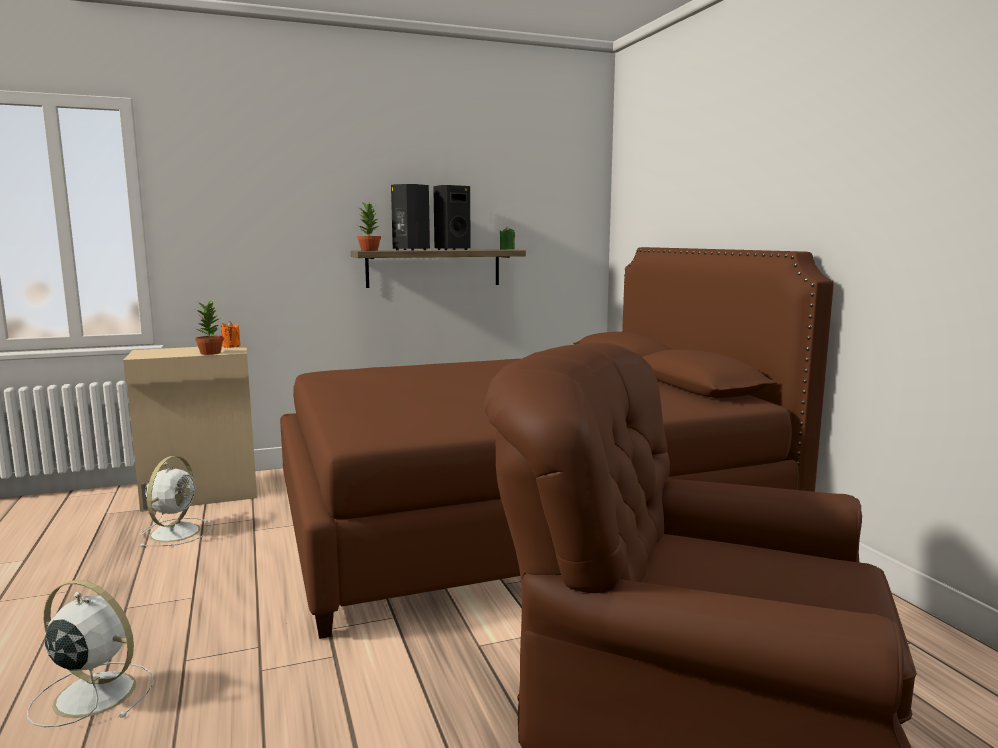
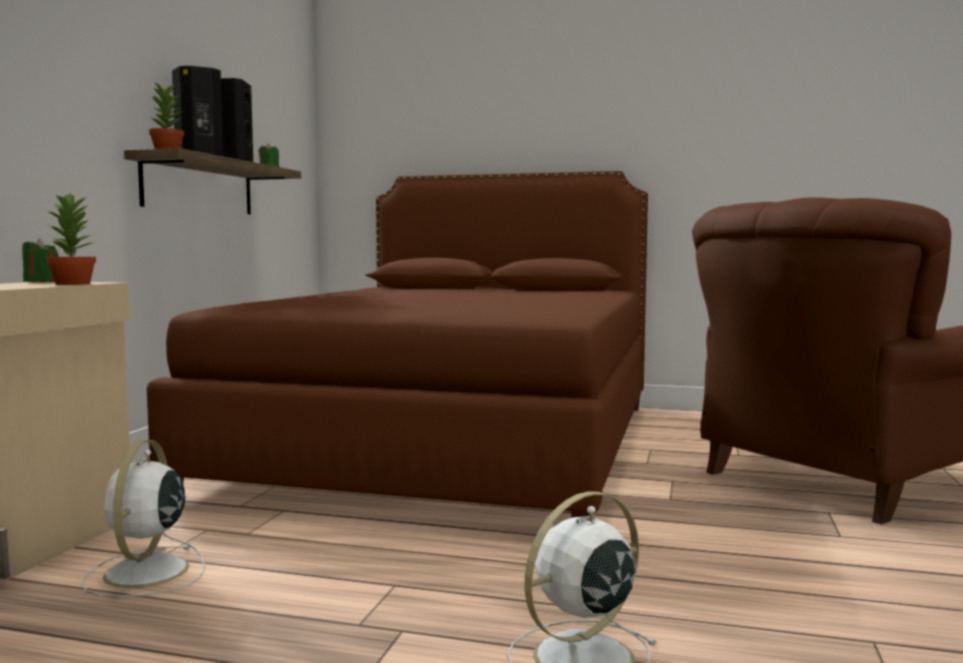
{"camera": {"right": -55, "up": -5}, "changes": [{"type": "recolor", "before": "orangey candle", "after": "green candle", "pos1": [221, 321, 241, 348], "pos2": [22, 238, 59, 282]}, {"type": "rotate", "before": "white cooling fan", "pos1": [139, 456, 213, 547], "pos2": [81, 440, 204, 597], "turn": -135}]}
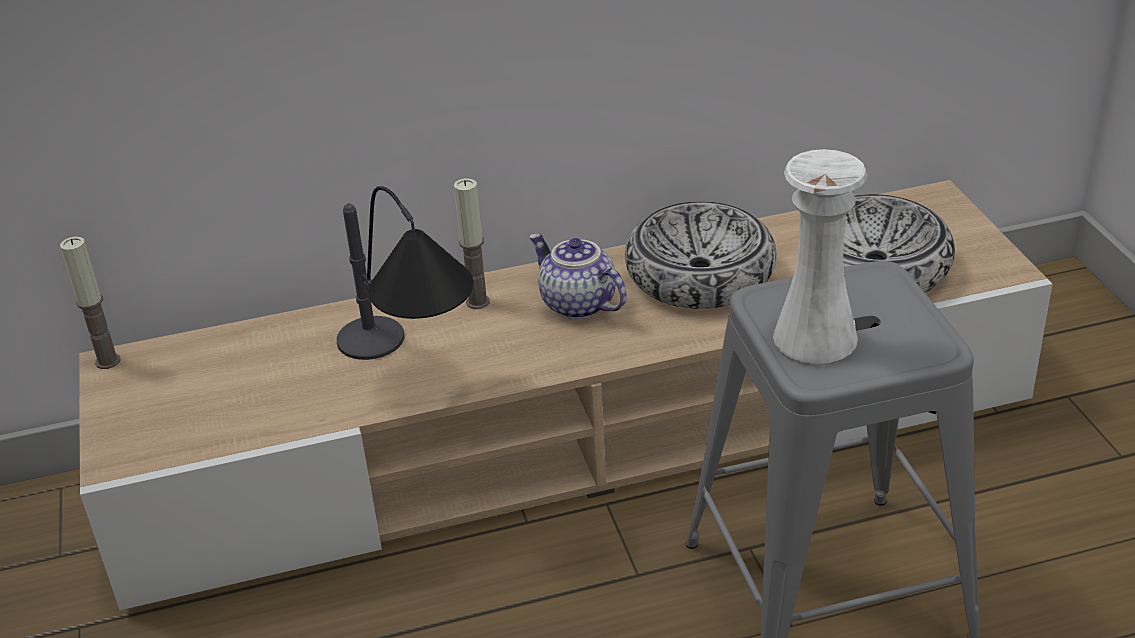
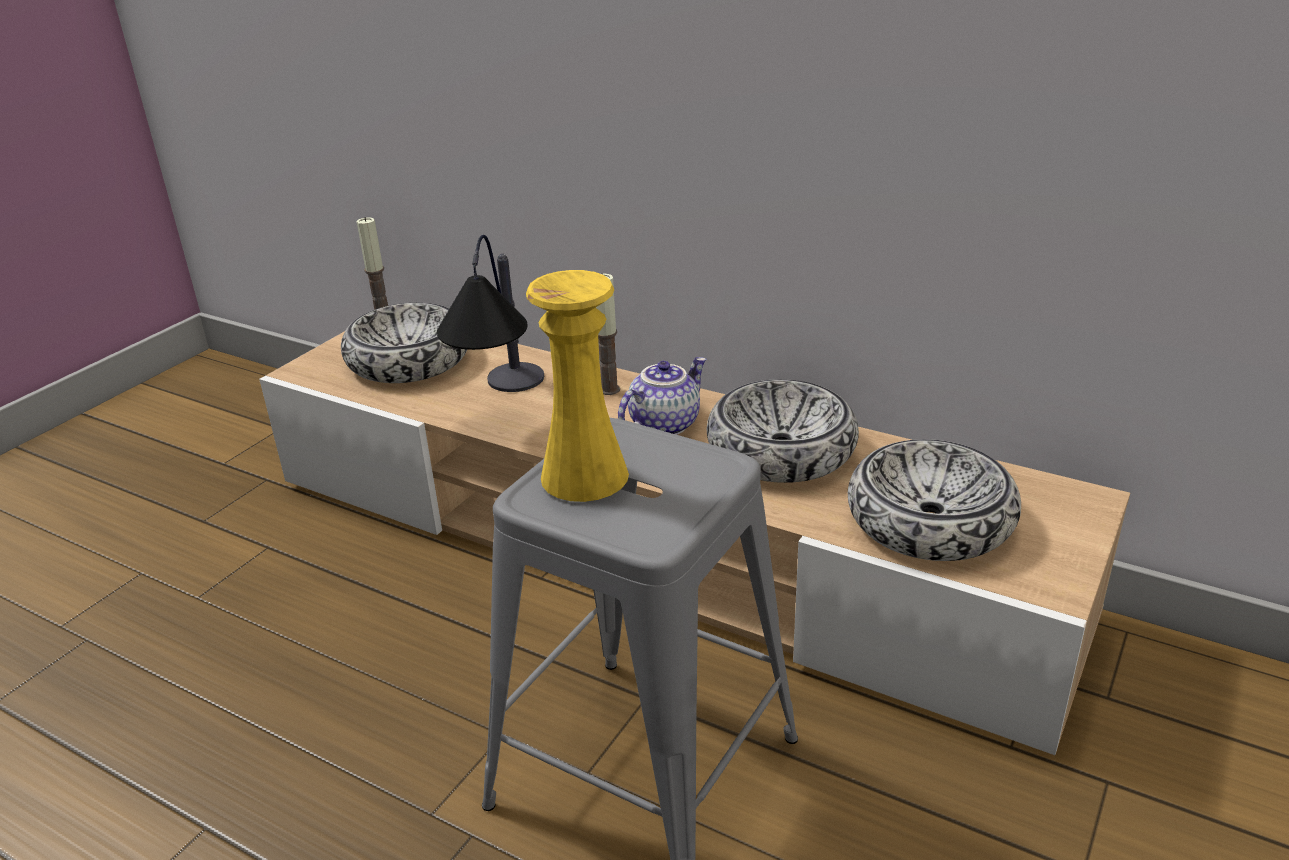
{"camera": {"right": 45, "up": -5}, "changes": [{"type": "insert", "after": "deep dish", "pos2": [341, 302, 467, 383]}, {"type": "recolor", "before": "white flower vase", "after": "yellow flower vase", "pos1": [773, 149, 867, 364], "pos2": [526, 270, 629, 502]}, {"type": "rotate", "before": "pot for tea", "pos1": [529, 233, 627, 319], "pos2": [618, 357, 707, 435], "turn": 45}]}
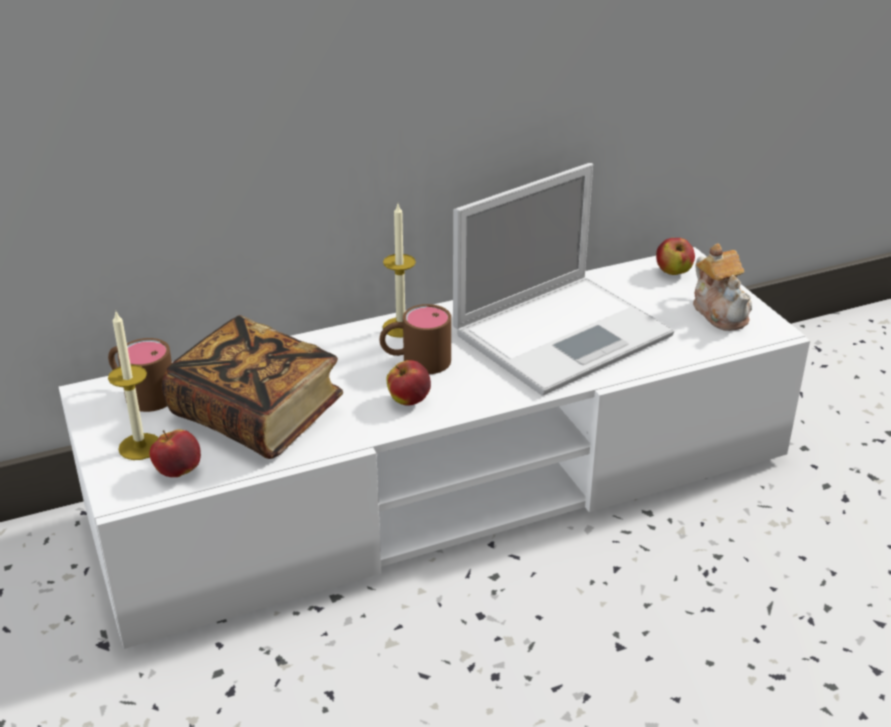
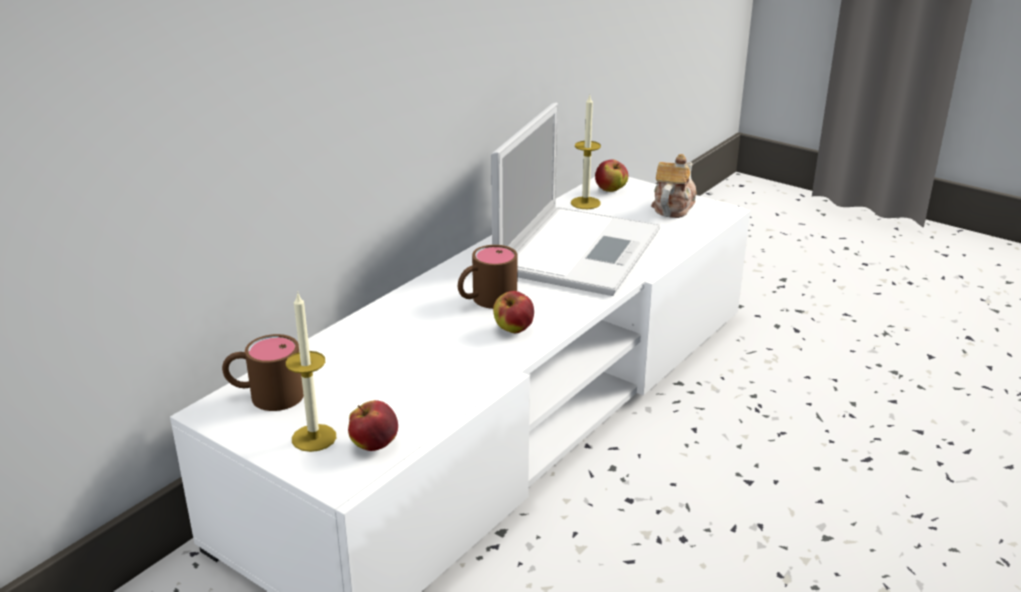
{"camera": {"right": -30, "up": -5}, "changes": [{"type": "move", "before": "candle", "pos1": [383, 204, 416, 338], "pos2": [571, 95, 601, 209]}, {"type": "rotate", "before": "pot for tea", "pos1": [693, 243, 752, 331], "pos2": [651, 154, 696, 218], "turn": -105}, {"type": "delete", "before": "bound book", "pos1": [162, 315, 343, 459]}]}
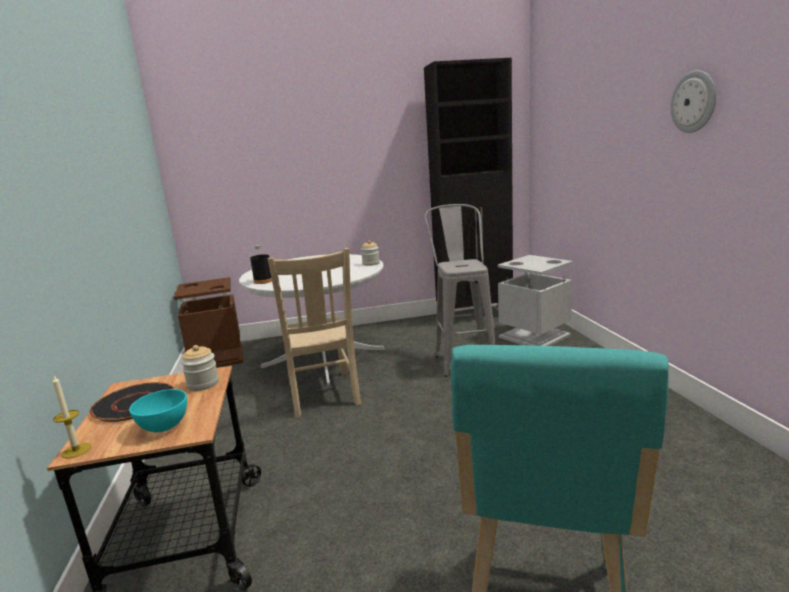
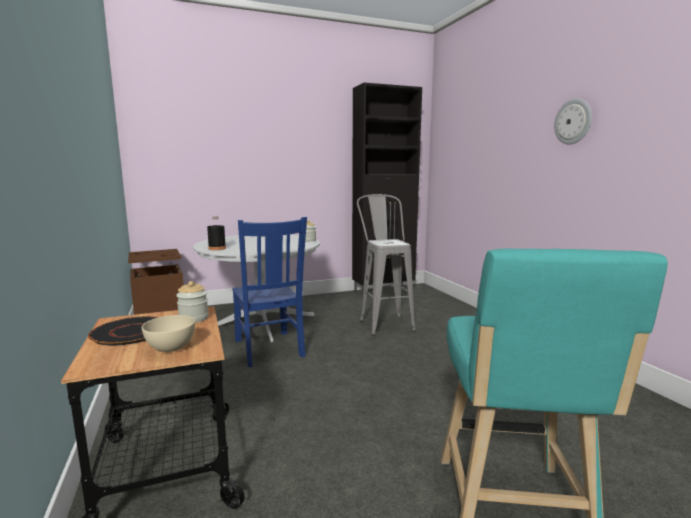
{"camera": {"right": -10, "up": -5}, "changes": [{"type": "recolor", "before": "blue-green deep dish", "after": "beige deep dish", "pos1": [129, 389, 187, 432], "pos2": [142, 315, 195, 352]}, {"type": "recolor", "before": "beige chair", "after": "blue-coloured chair", "pos1": [268, 248, 361, 418], "pos2": [232, 217, 307, 367]}, {"type": "delete", "before": "candle", "pos1": [52, 376, 91, 459]}, {"type": "delete", "before": "grey trash can", "pos1": [498, 255, 573, 346]}]}
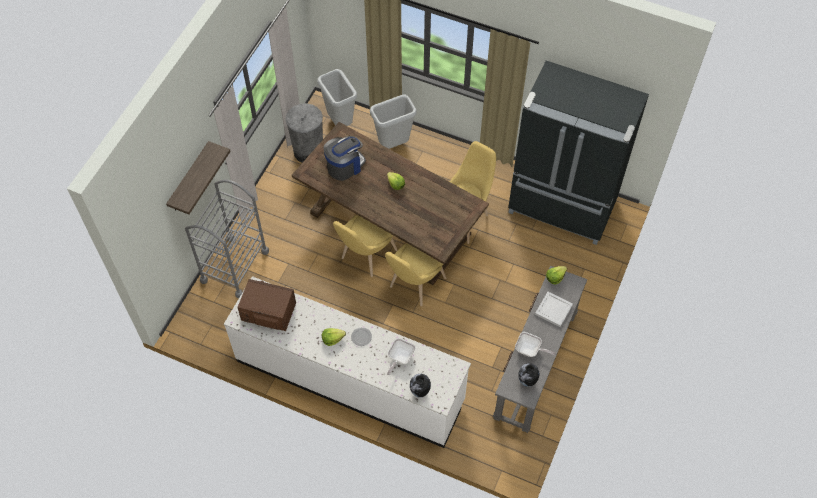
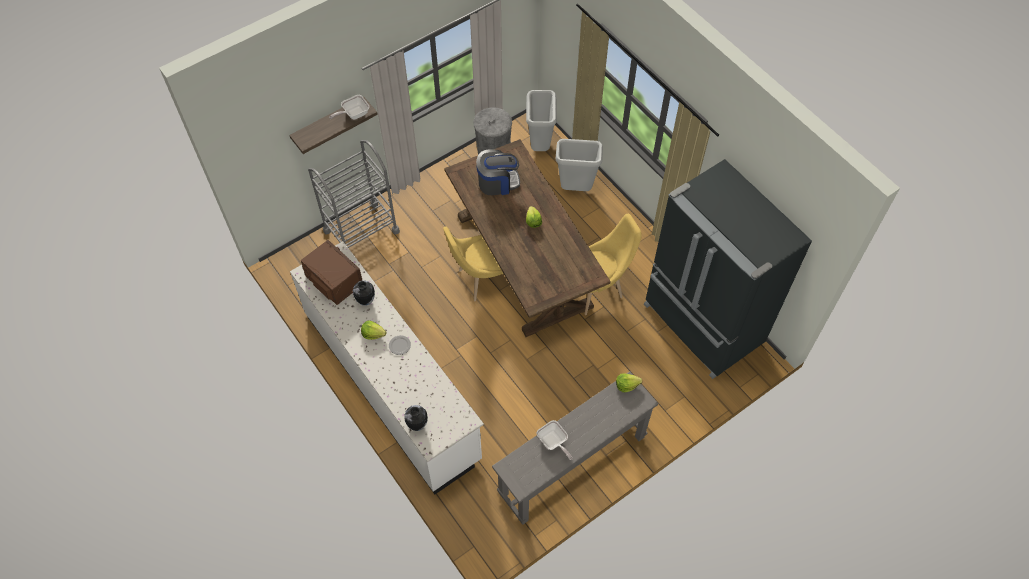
{"camera": {"right": 30, "up": 0}, "changes": [{"type": "move", "before": "frying pan", "pos1": [387, 338, 416, 375], "pos2": [329, 95, 369, 119]}, {"type": "move", "before": "flower vase", "pos1": [518, 363, 539, 387], "pos2": [353, 281, 375, 306]}, {"type": "delete", "before": "yellow chair", "pos1": [385, 243, 446, 306]}, {"type": "delete", "before": "white carrying tray", "pos1": [535, 292, 573, 327]}]}
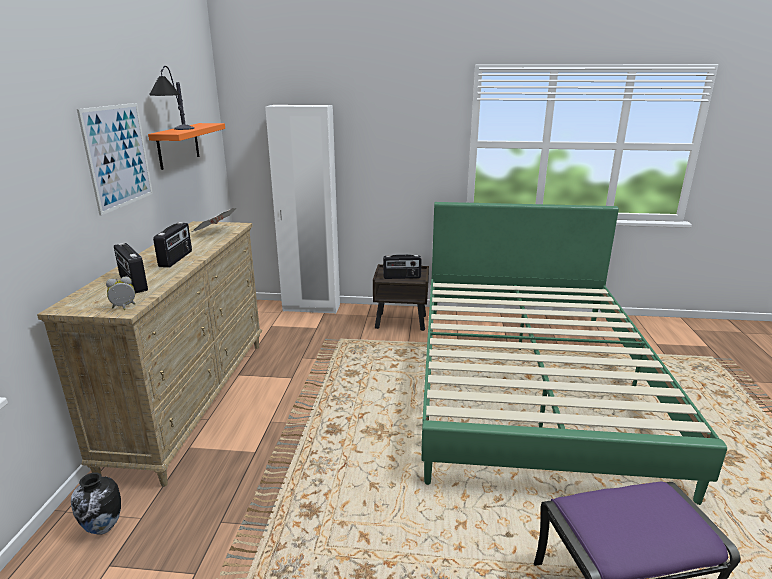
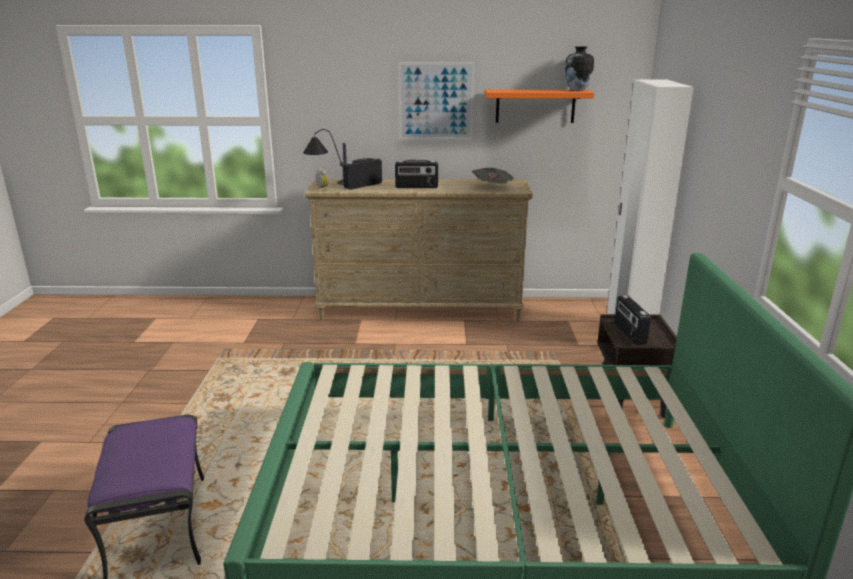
{"camera": {"right": 85, "up": 0}, "changes": [{"type": "move", "before": "lamp for a table", "pos1": [149, 66, 194, 130], "pos2": [303, 129, 347, 185]}, {"type": "move", "before": "flower vase", "pos1": [71, 472, 121, 535], "pos2": [565, 46, 594, 91]}]}
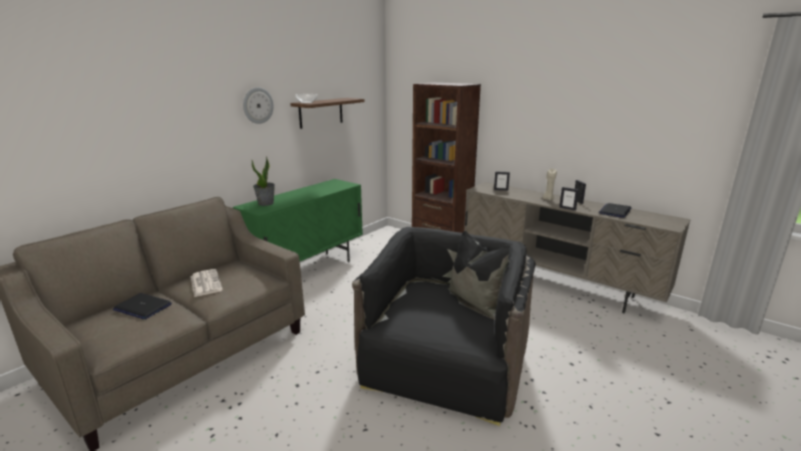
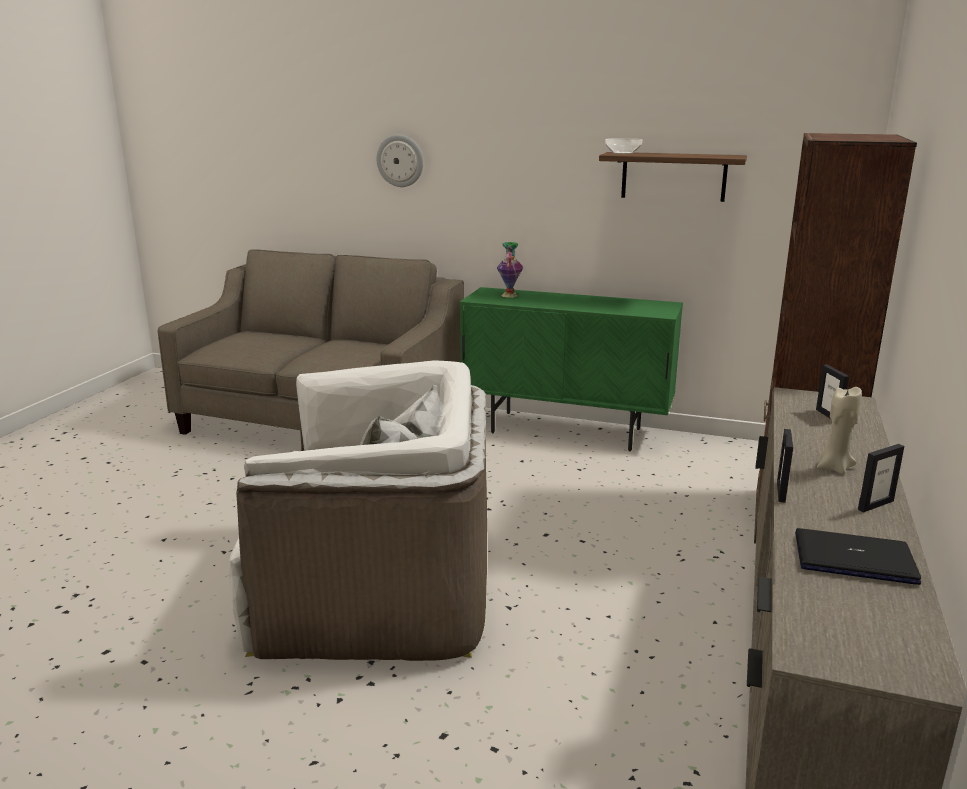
{"camera": {"right": 70, "up": 0}, "changes": [{"type": "recolor", "before": "blackish armchair", "after": "white armchair", "pos1": [352, 227, 536, 426], "pos2": [229, 360, 487, 661]}, {"type": "move", "before": "clock on the wall", "pos1": [243, 87, 274, 124], "pos2": [377, 135, 423, 187]}, {"type": "replace", "before": "plant in a pot", "after": "flower vase", "pos1": [251, 157, 275, 206], "pos2": [497, 242, 523, 298]}, {"type": "delete", "before": "portable computer", "pos1": [113, 293, 172, 319]}, {"type": "delete", "before": "printed paper", "pos1": [191, 269, 223, 297]}]}
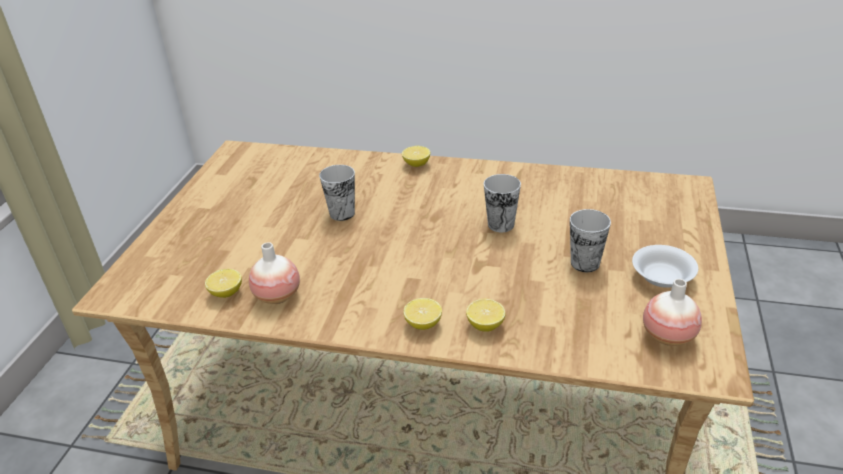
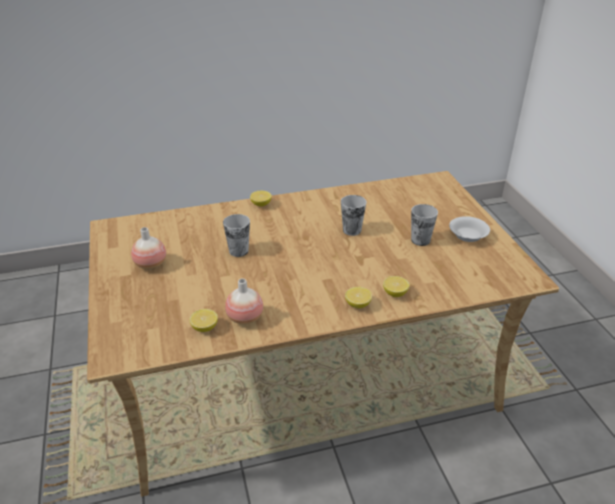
{"camera": {"right": -30, "up": 0}, "changes": [{"type": "move", "before": "flower vase", "pos1": [643, 279, 702, 346], "pos2": [131, 227, 166, 270]}]}
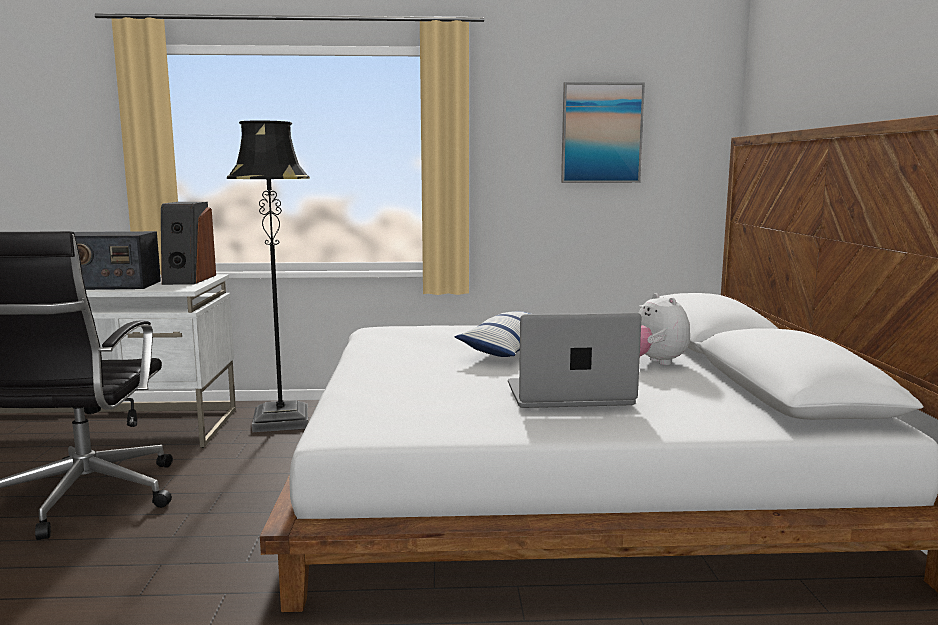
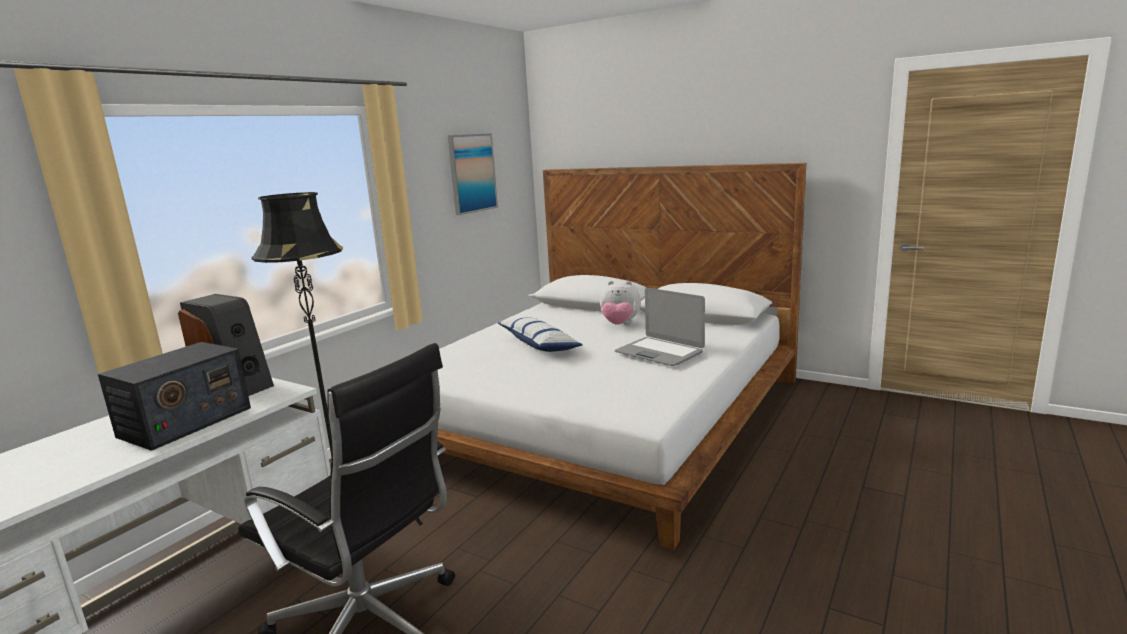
{"camera": {"right": -55, "up": 5}, "changes": [{"type": "rotate", "before": "portable computer", "pos1": [508, 312, 641, 408], "pos2": [615, 288, 705, 366], "turn": -75}]}
